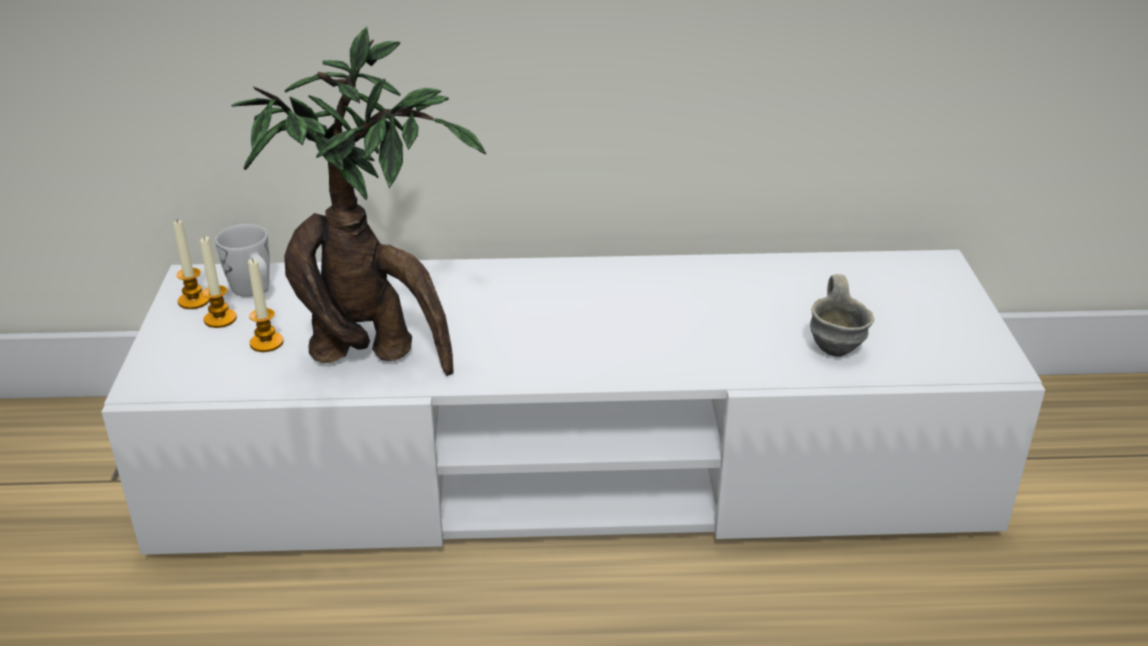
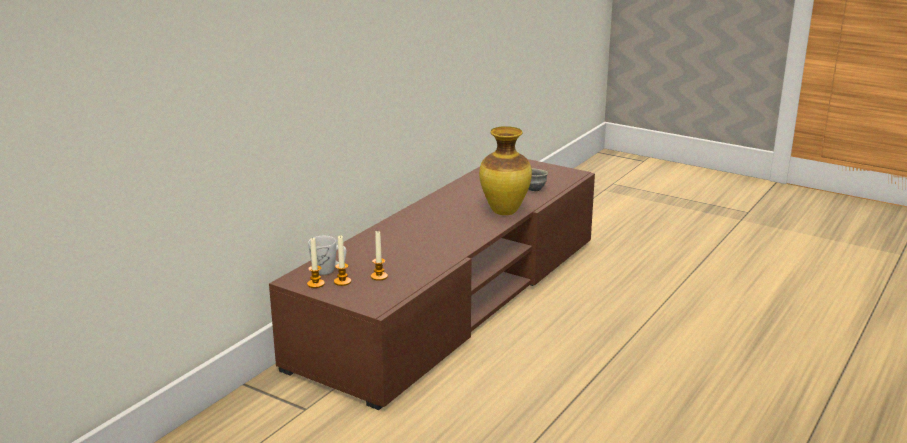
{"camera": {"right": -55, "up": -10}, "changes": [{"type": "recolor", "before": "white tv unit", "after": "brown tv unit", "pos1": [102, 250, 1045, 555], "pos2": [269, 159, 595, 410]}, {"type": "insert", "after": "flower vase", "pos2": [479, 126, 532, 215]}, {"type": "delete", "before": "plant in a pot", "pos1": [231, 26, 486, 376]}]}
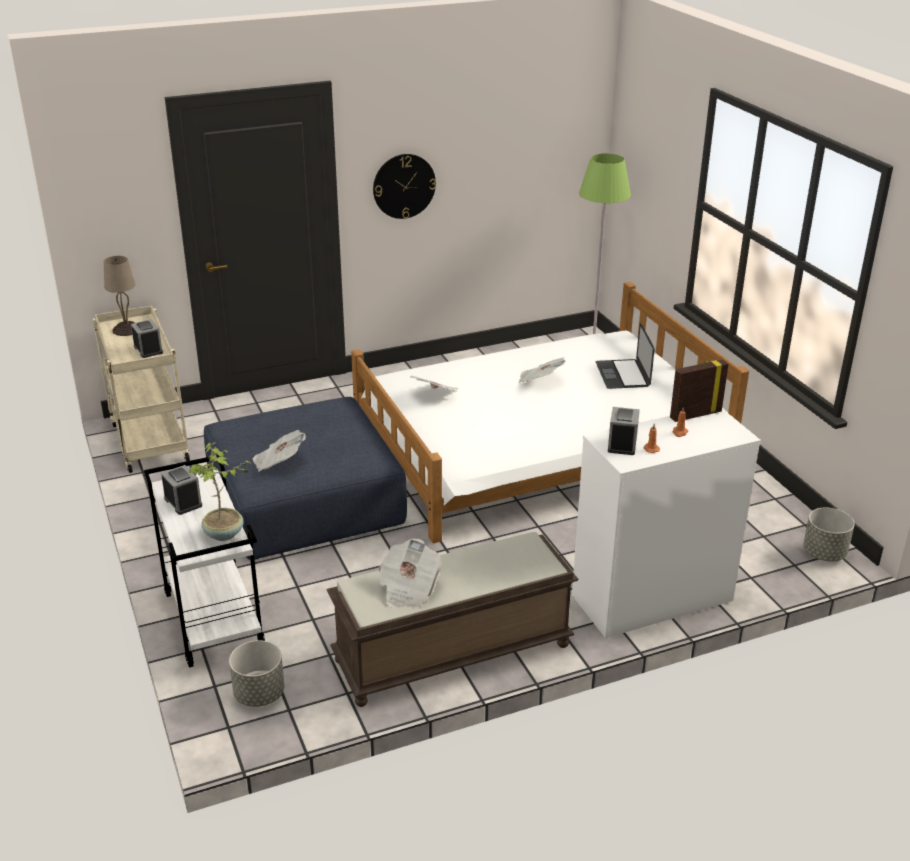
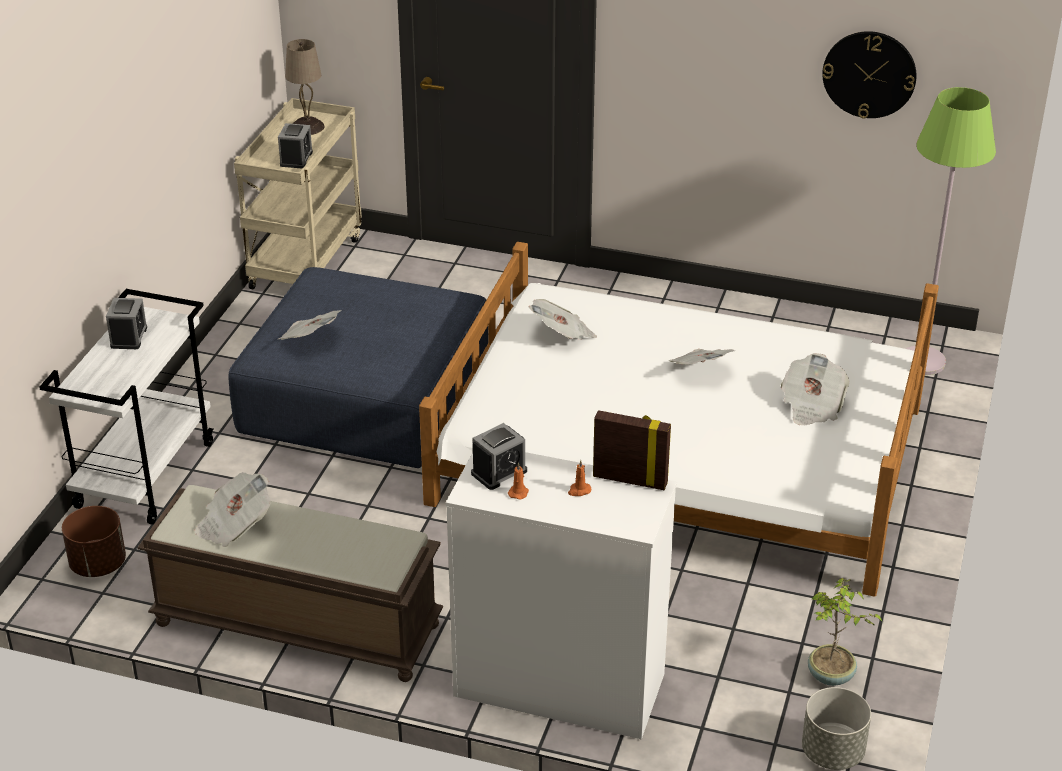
{"camera": {"right": 40, "up": 5}, "changes": [{"type": "recolor", "before": "grey planter", "after": "brown planter", "pos1": [229, 640, 285, 707], "pos2": [62, 506, 126, 577]}, {"type": "replace", "before": "portable computer", "after": "printed paper", "pos1": [596, 322, 655, 389], "pos2": [781, 353, 850, 425]}, {"type": "move", "before": "plant in a pot", "pos1": [188, 442, 252, 541], "pos2": [808, 578, 883, 686]}, {"type": "move", "before": "clock on the wall", "pos1": [373, 154, 436, 219], "pos2": [822, 31, 917, 119]}]}
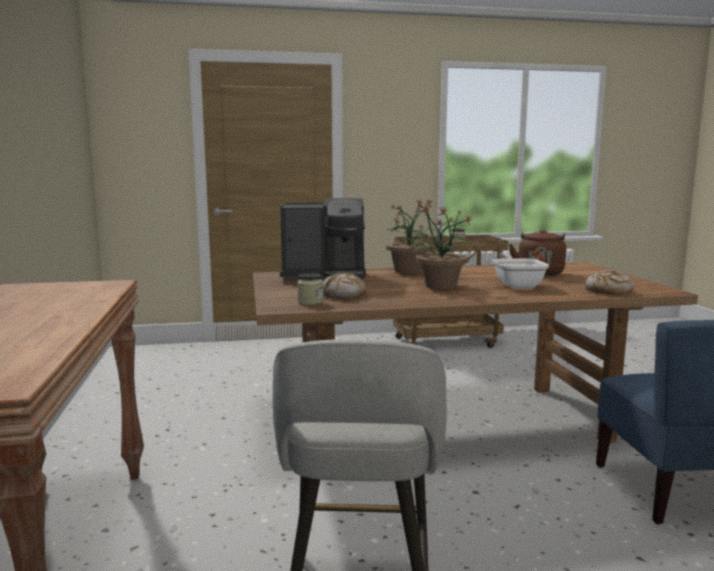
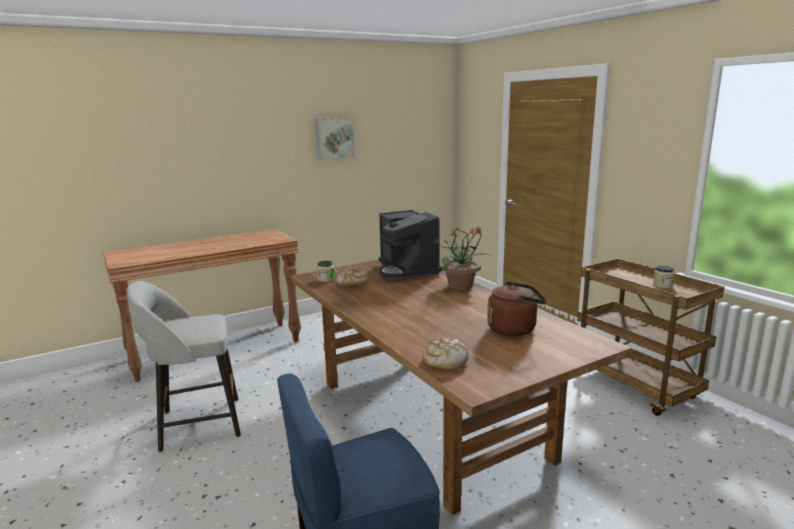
{"camera": {"right": 70, "up": 5}, "changes": [{"type": "insert", "after": "wall picture", "pos2": [315, 118, 355, 160]}, {"type": "delete", "before": "plant in a pot", "pos1": [413, 205, 476, 289]}, {"type": "delete", "before": "frying pan", "pos1": [493, 253, 549, 288]}]}
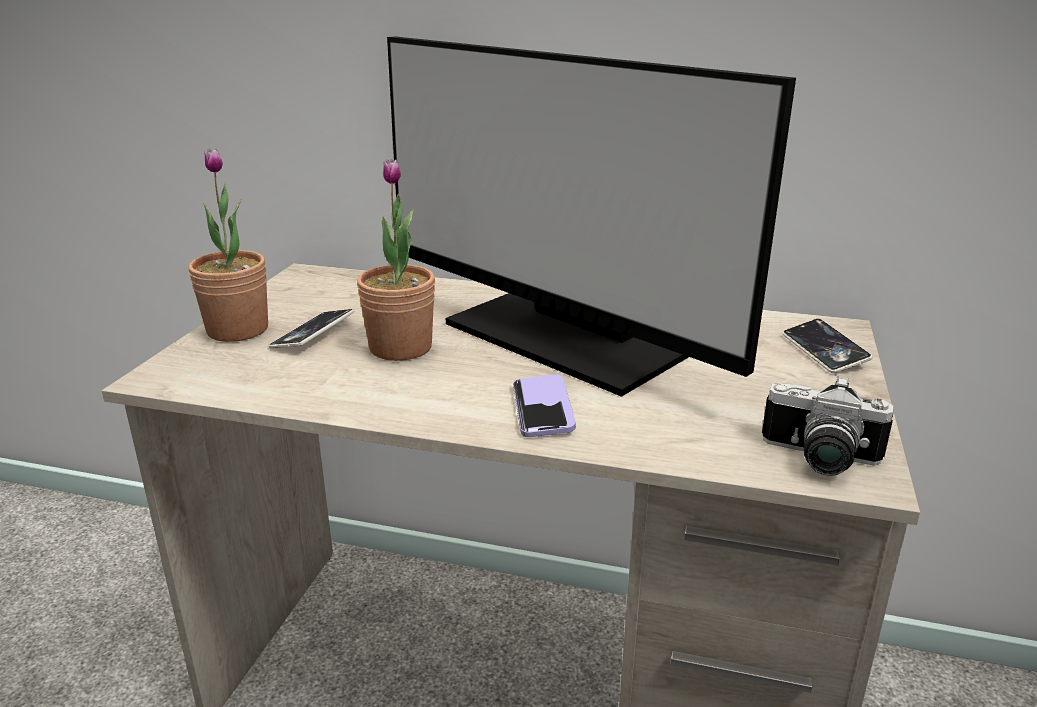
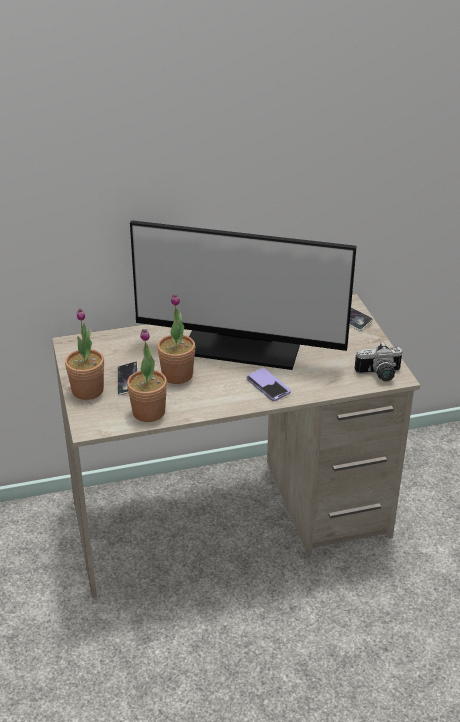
{"camera": {"right": -30, "up": 10}, "changes": [{"type": "insert", "after": "plant in a pot", "pos2": [127, 329, 167, 422]}]}
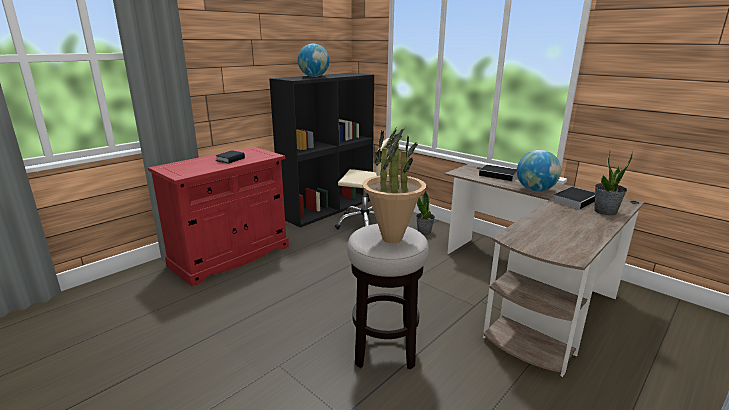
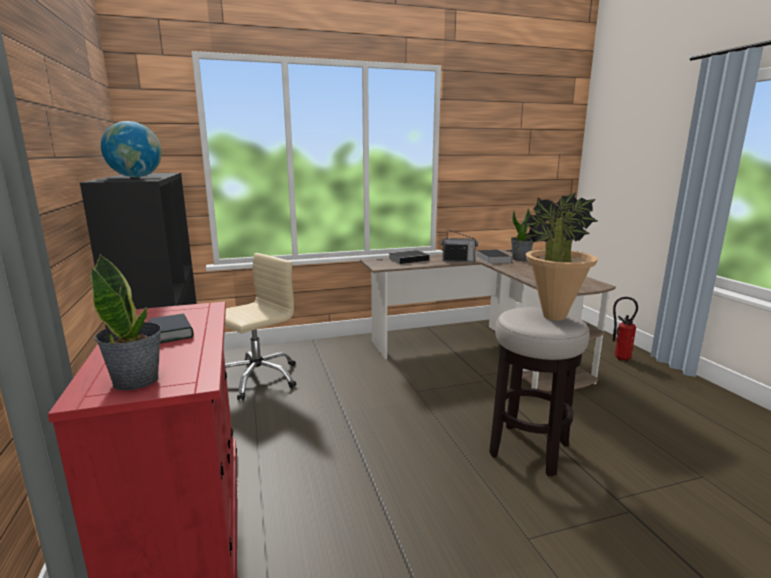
{"camera": {"right": -60, "up": -5}, "changes": [{"type": "move", "before": "plant in a pot", "pos1": [416, 191, 435, 235], "pos2": [91, 254, 162, 391]}, {"type": "replace", "before": "world globe", "after": "radio set", "pos1": [517, 150, 561, 191], "pos2": [441, 229, 478, 262]}, {"type": "insert", "after": "fire extinguisher", "pos2": [612, 297, 638, 361]}]}
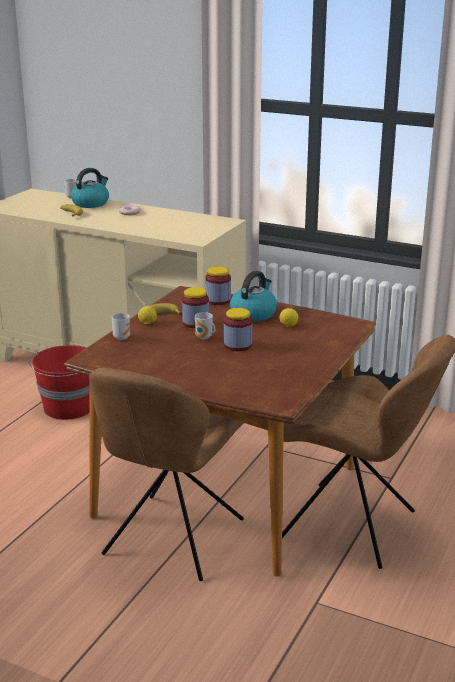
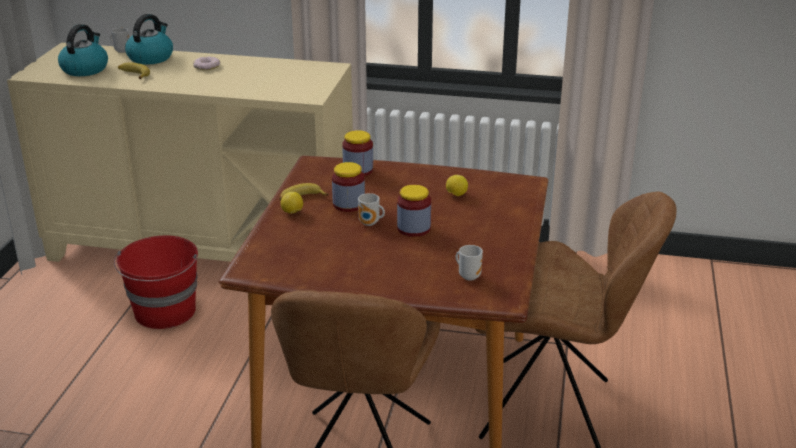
{"camera": {"right": -15, "up": 5}, "changes": [{"type": "move", "before": "water kettle", "pos1": [230, 271, 277, 322], "pos2": [58, 24, 108, 76]}, {"type": "move", "before": "tea mug", "pos1": [112, 313, 130, 340], "pos2": [456, 245, 483, 281]}]}
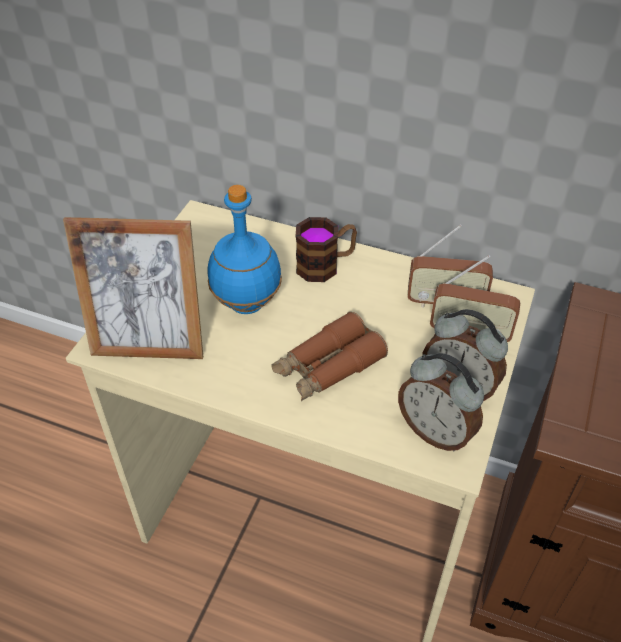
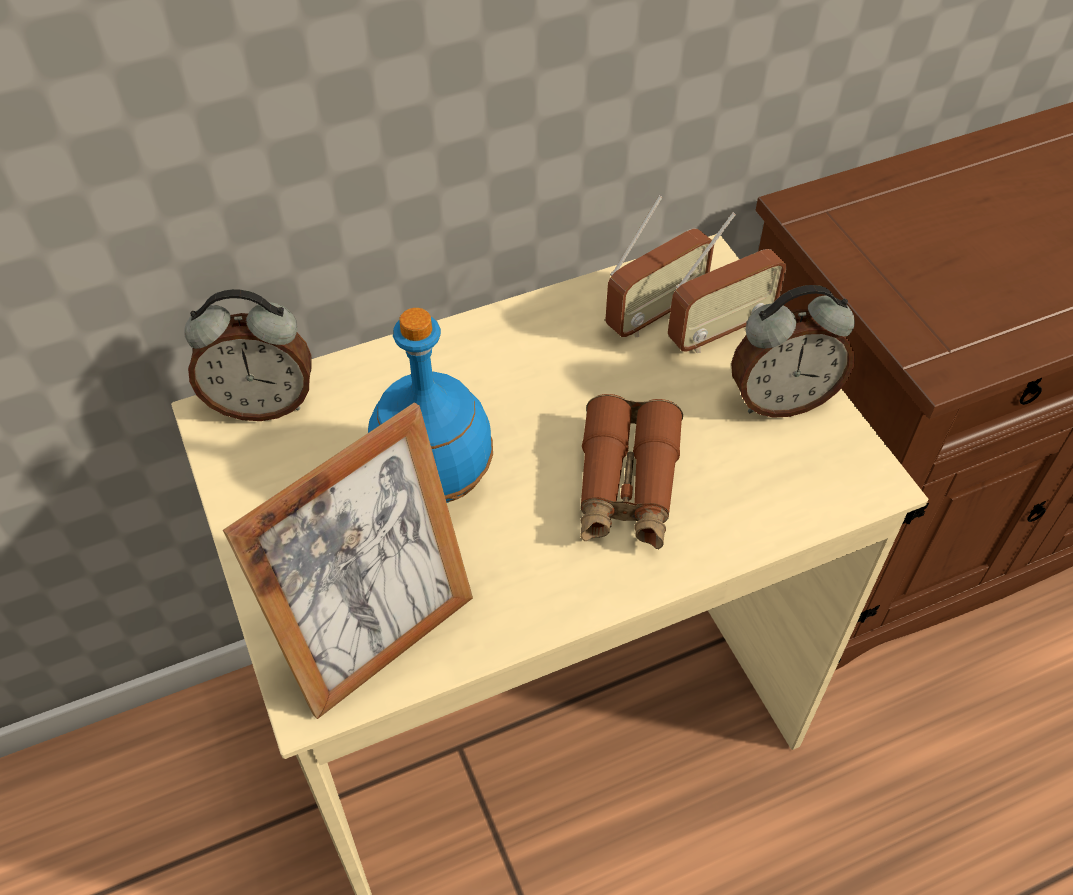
{"camera": {"right": -45, "up": 5}, "changes": [{"type": "move", "before": "table clock", "pos1": [398, 353, 484, 452], "pos2": [184, 289, 312, 421]}, {"type": "delete", "before": "tea mug", "pos1": [296, 217, 357, 282]}]}
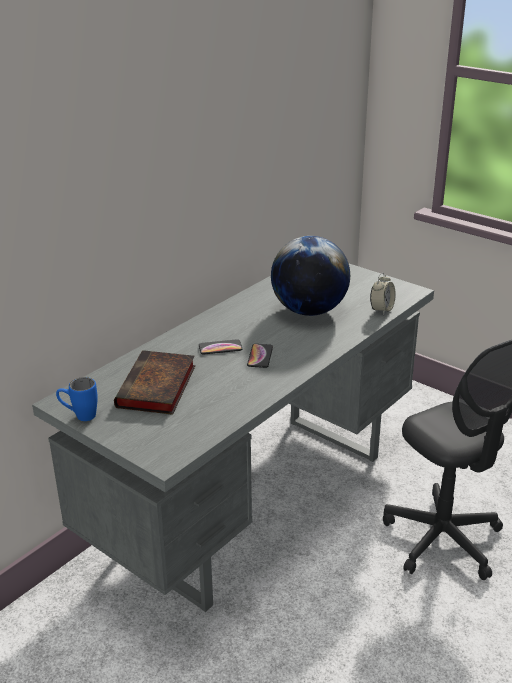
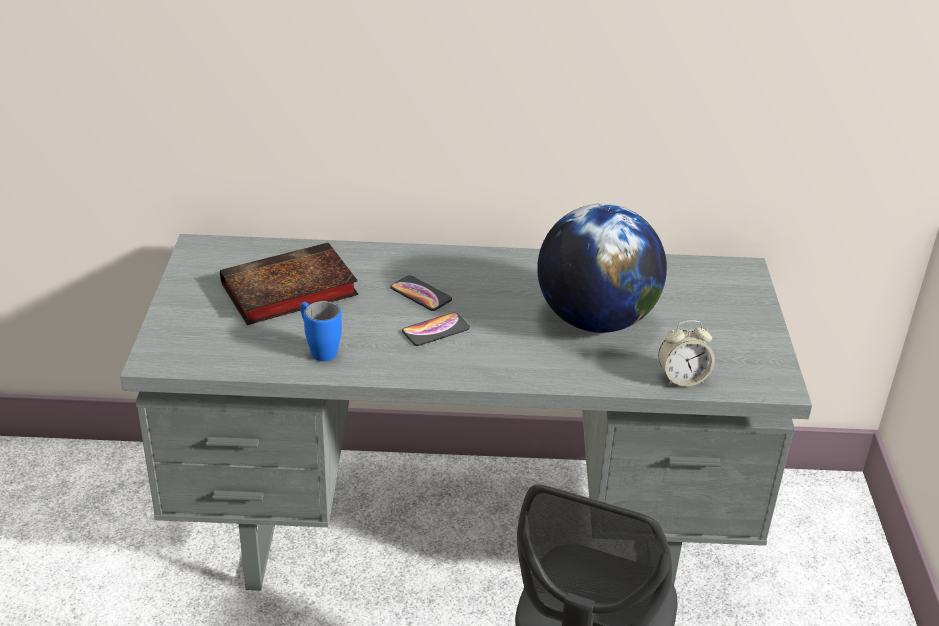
{"camera": {"right": 50, "up": 5}, "changes": [{"type": "move", "before": "blue-coloured tea mug", "pos1": [56, 377, 98, 421], "pos2": [300, 301, 342, 361]}]}
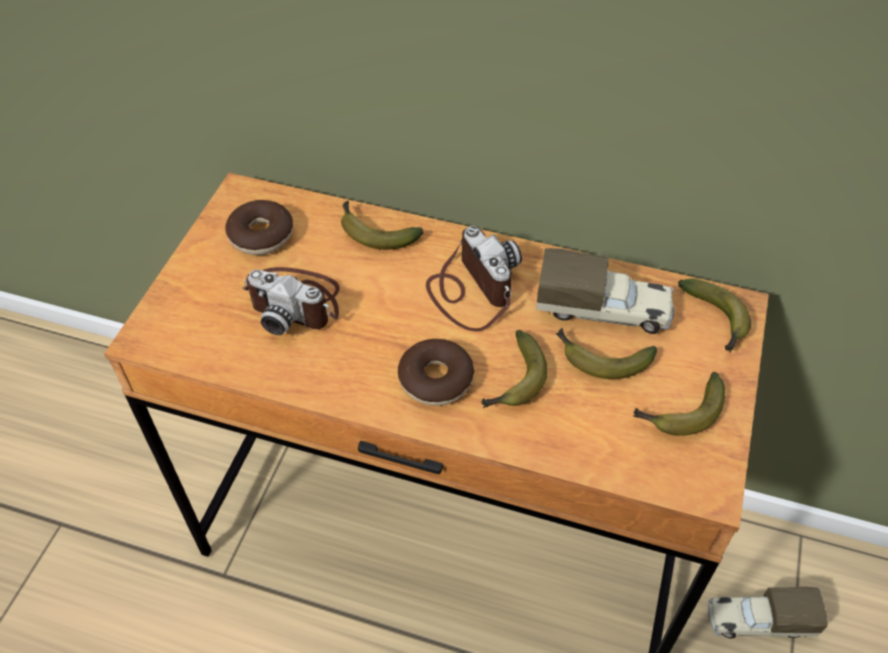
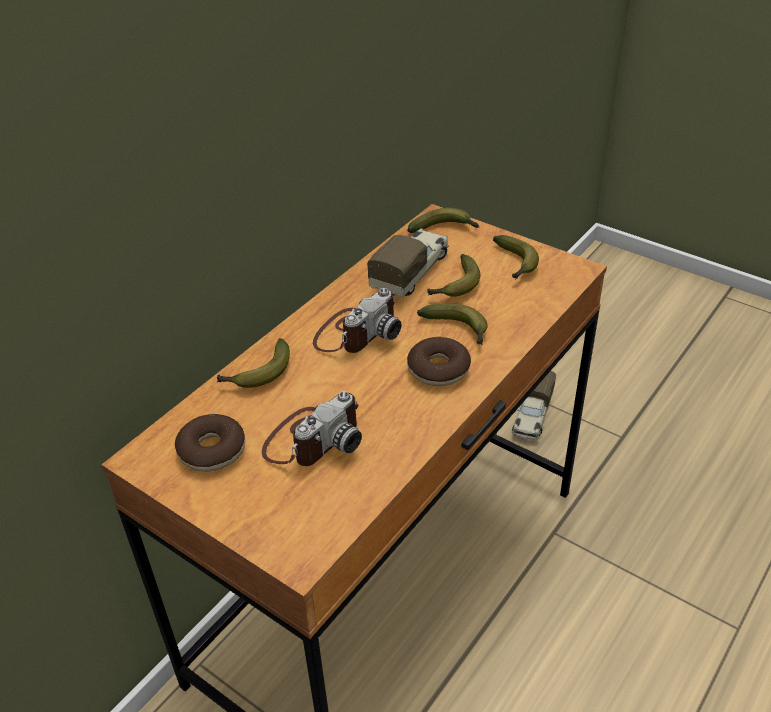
{"camera": {"right": -70, "up": -10}, "changes": [{"type": "rotate", "before": "photo camera", "pos1": [426, 226, 522, 331], "pos2": [313, 288, 401, 353], "turn": 135}]}
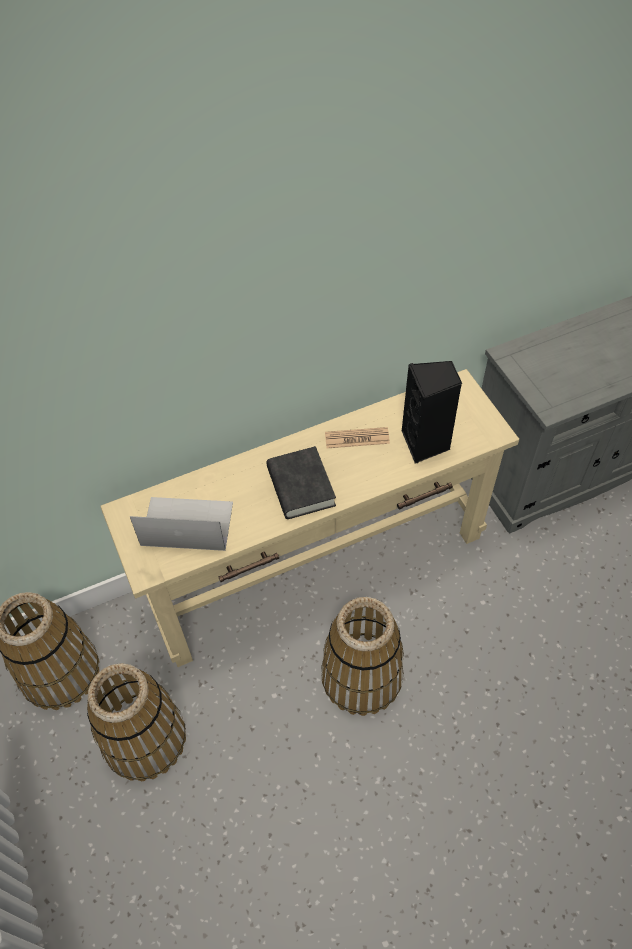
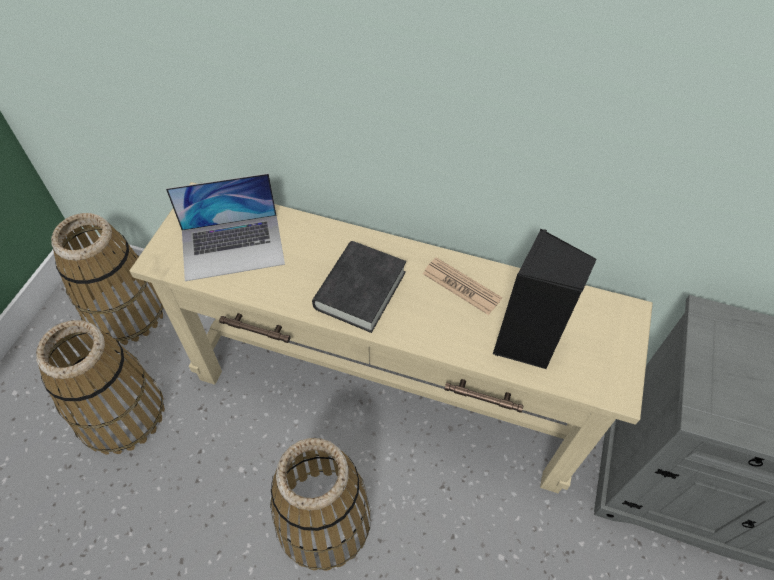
{"camera": {"right": 40, "up": 0}, "changes": [{"type": "rotate", "before": "portable computer", "pos1": [130, 497, 233, 551], "pos2": [166, 173, 285, 281], "turn": 120}]}
